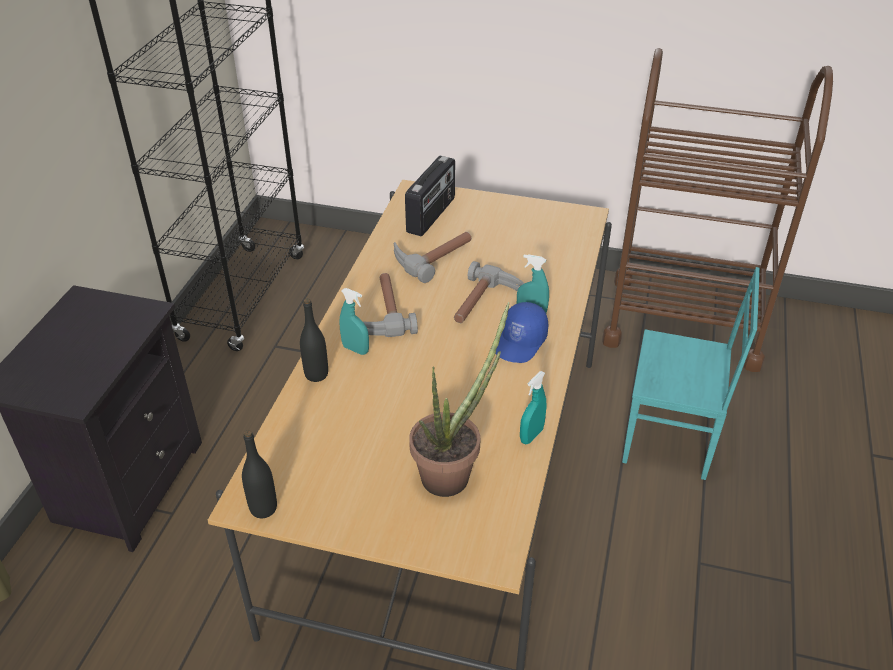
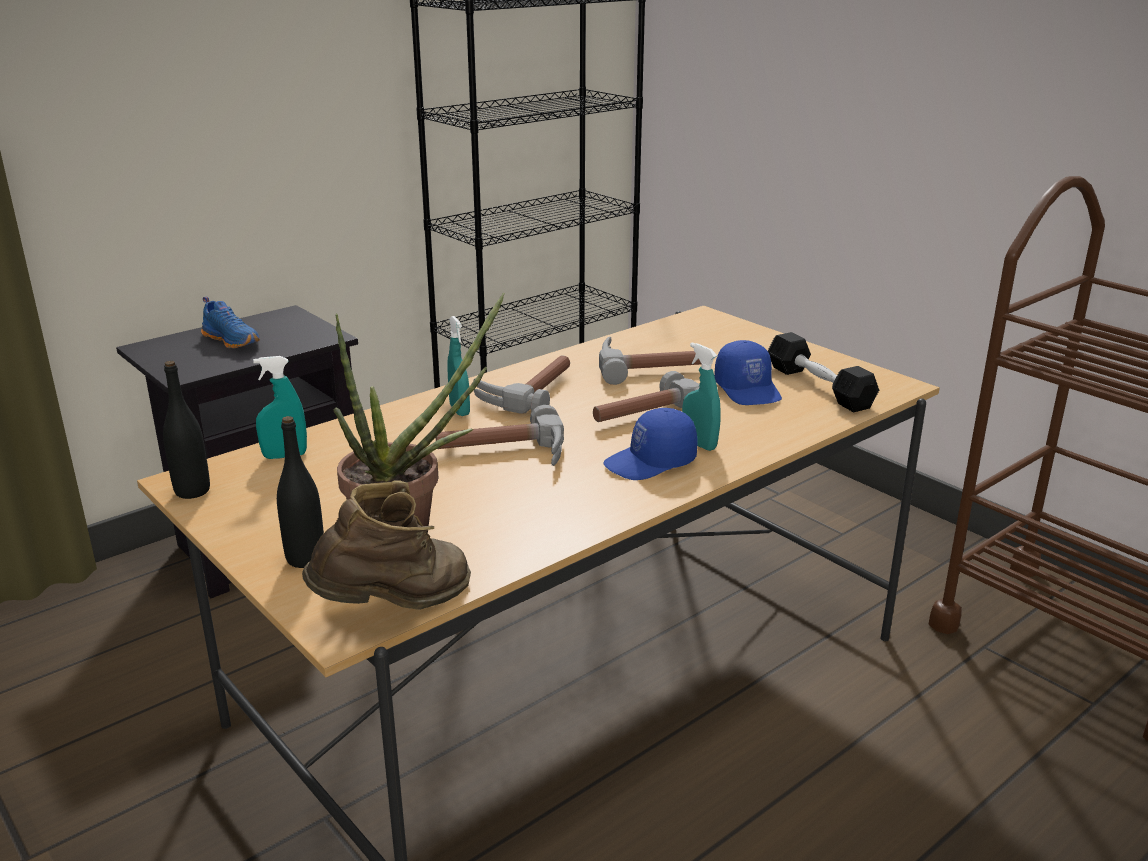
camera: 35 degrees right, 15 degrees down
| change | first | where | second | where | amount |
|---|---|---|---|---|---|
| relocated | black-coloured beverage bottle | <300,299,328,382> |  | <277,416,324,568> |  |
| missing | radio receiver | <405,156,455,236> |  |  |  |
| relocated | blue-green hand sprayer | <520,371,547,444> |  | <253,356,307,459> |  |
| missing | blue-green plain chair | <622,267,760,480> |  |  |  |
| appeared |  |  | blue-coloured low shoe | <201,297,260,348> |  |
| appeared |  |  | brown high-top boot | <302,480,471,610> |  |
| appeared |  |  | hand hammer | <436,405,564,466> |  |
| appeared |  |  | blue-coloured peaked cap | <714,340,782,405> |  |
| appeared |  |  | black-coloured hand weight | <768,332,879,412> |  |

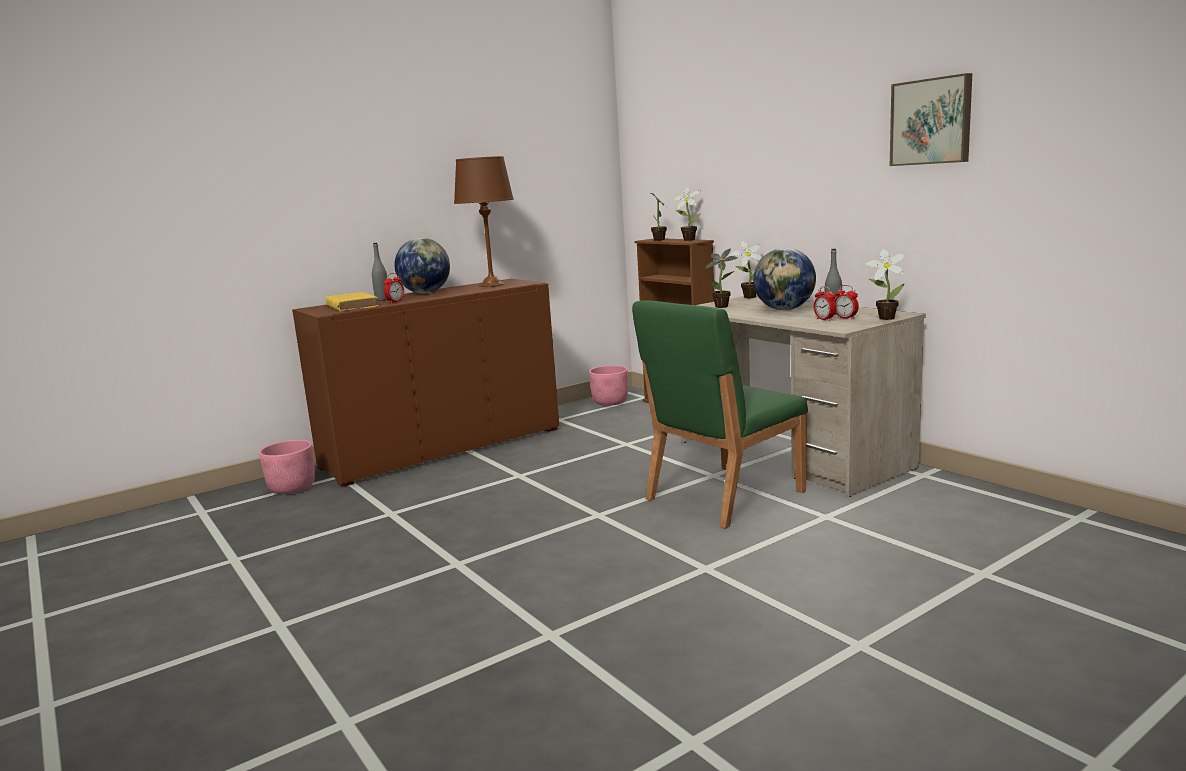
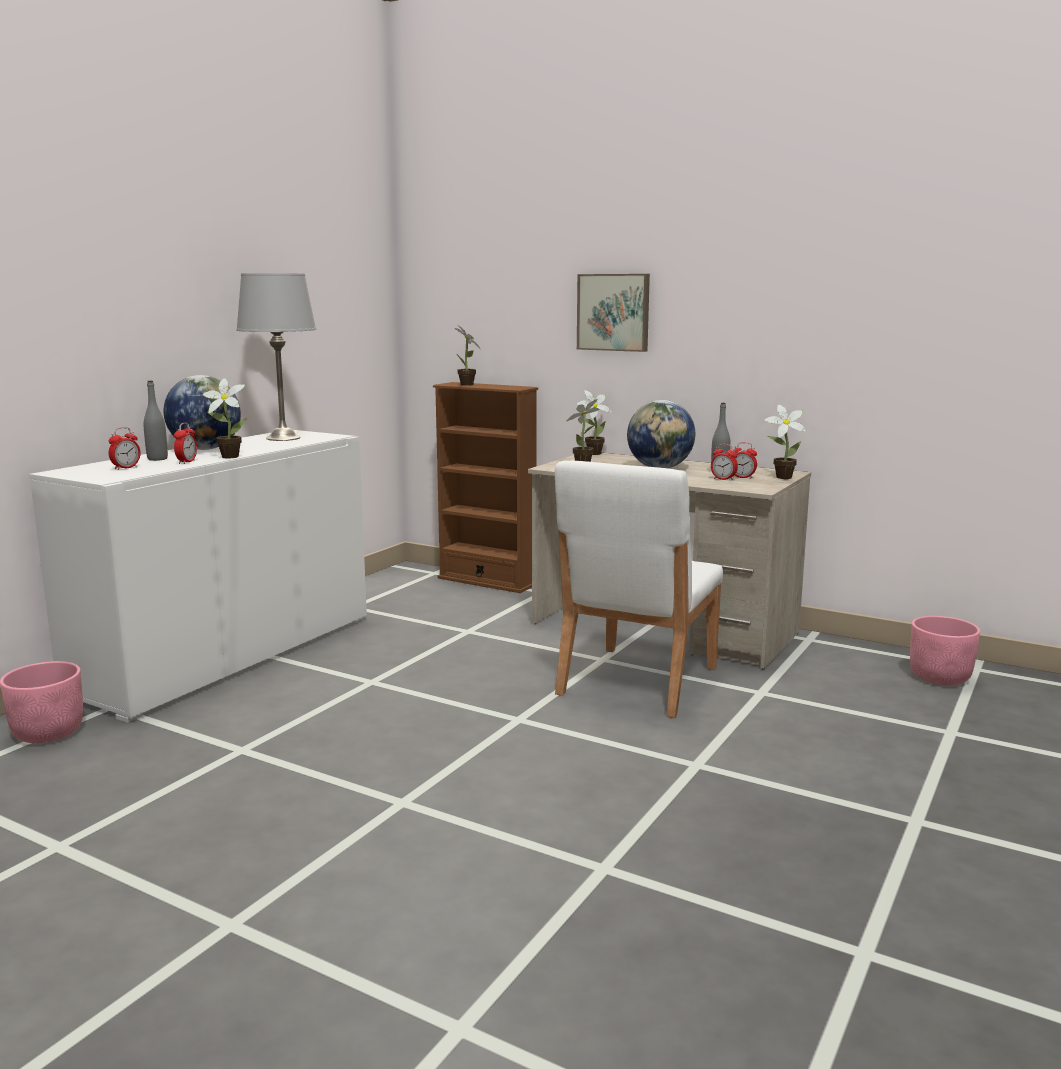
camera: 25 degrees left, 0 degrees up
| change | first | where | second | where | amount |
|---|---|---|---|---|---|
| colour | brown cupboard | <292,279,559,487> | whitish cupboard | <29,430,367,723> |  |
| exchanged | yellowish bound book | <326,292,379,311> | bedside clock | <109,427,141,470> |  |
| colour | brown tabletop lamp | <454,156,514,287> | gray tabletop lamp | <236,273,316,441> |  |
| relocated | pink-coloured flower pot | <589,365,628,406> |  | <910,616,980,686> |  |
| colour | green-coloured plain chair | <632,300,808,529> | whitish plain chair | <555,461,723,718> |  |
| relocated | houseplant | <673,187,701,241> |  | <203,378,247,458> |  |
| relocated | wall art | <890,73,972,166> |  | <577,274,650,352> |  |

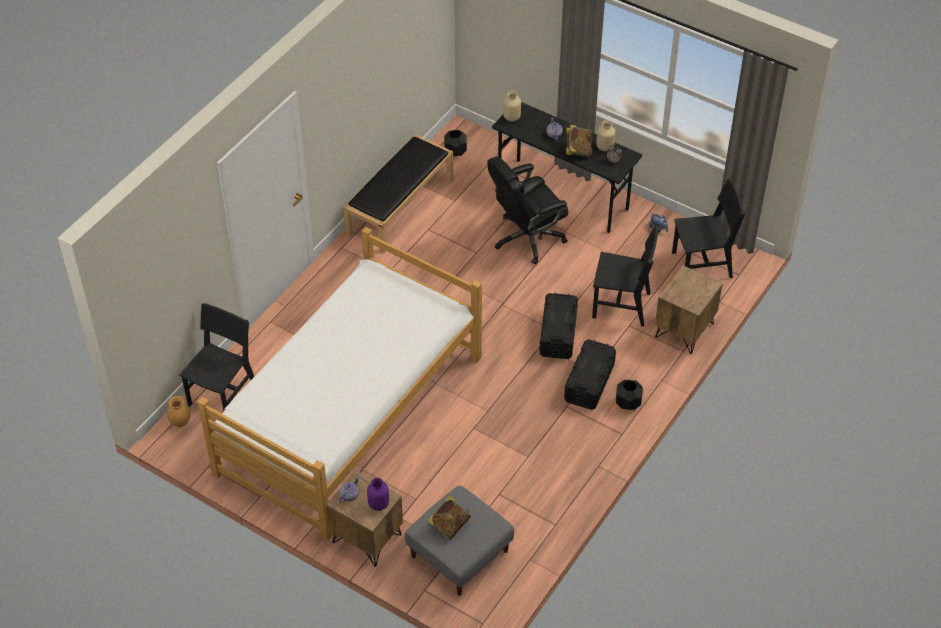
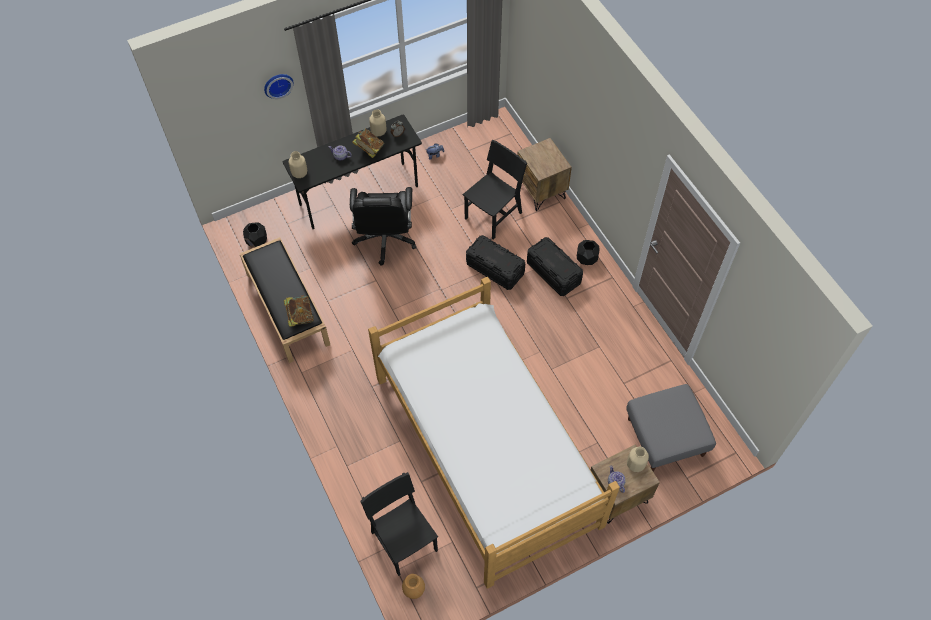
camera: 60 degrees left, 10 degrees up
| change | first | where | second | where | amount |
|---|---|---|---|---|---|
| colour | purple-coloured vase | <367,478,389,511> | sand-coloured vase | <627,447,649,472> |  |
| relocated | bound book | <427,495,471,540> |  | <284,295,314,327> |  |
| missing | black-coloured plain chair | <672,178,745,278> |  |  |  |
| appeared |  |  | wall clock | <264,74,294,99> |  |

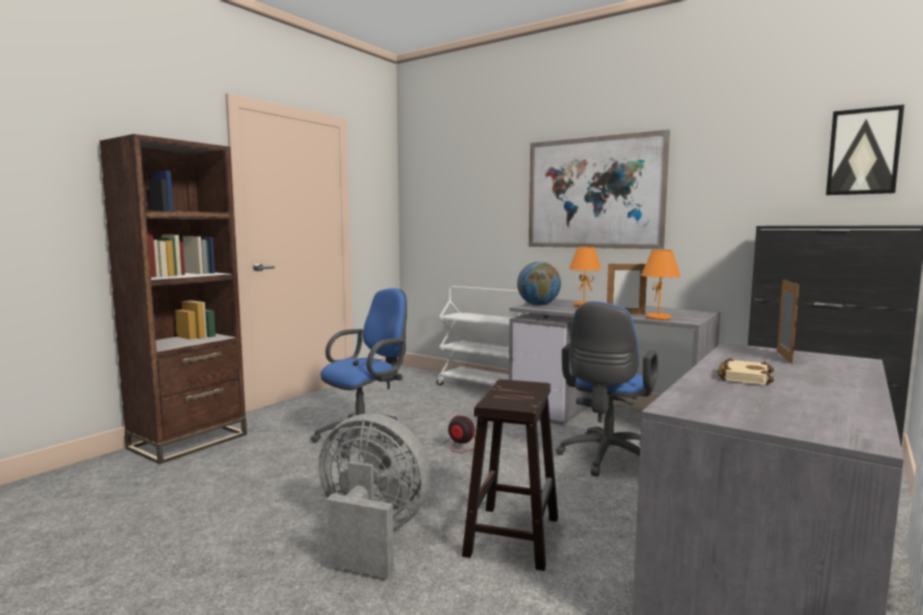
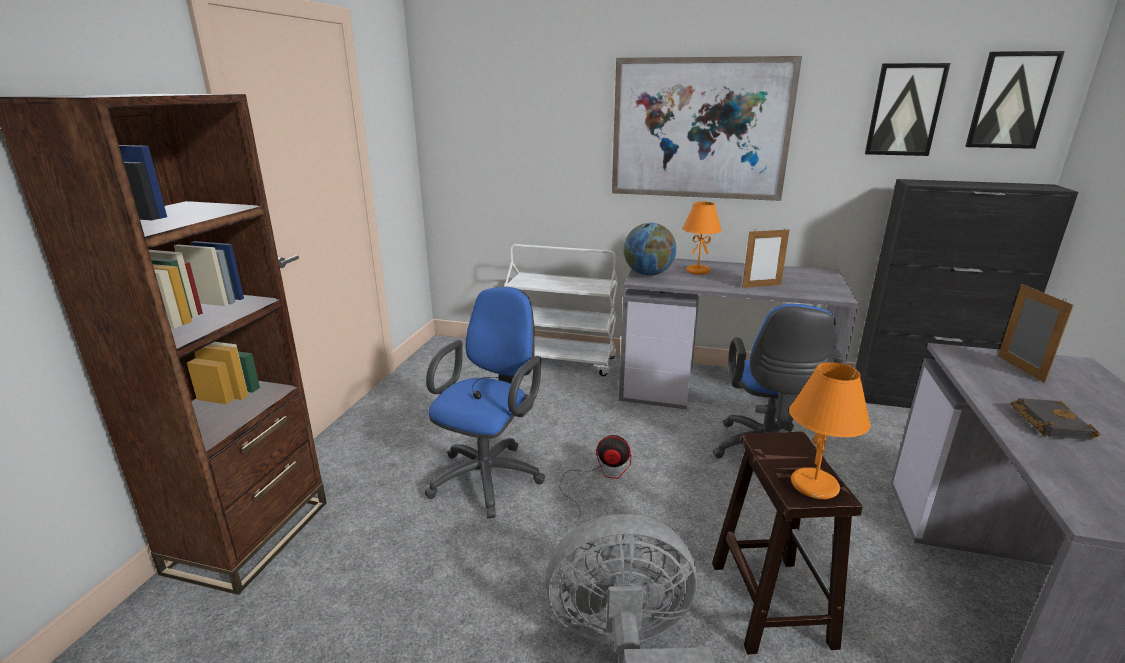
camera: 20 degrees left, 15 degrees up
| change | first | where | second | where | amount |
|---|---|---|---|---|---|
| relocated | orangey tabletop lamp | <641,250,681,320> |  | <789,362,871,499> |  |
| colour | sand-coloured bound book | <718,358,774,385> | black-coloured bound book | <1010,398,1100,440> |  |
| appeared |  |  | wall art | <865,63,950,156> |  |

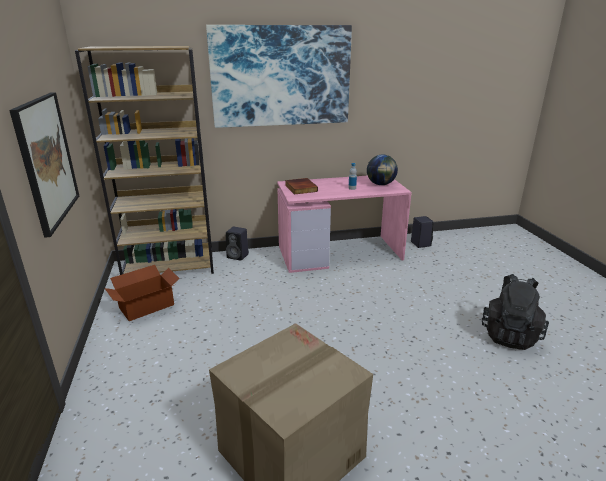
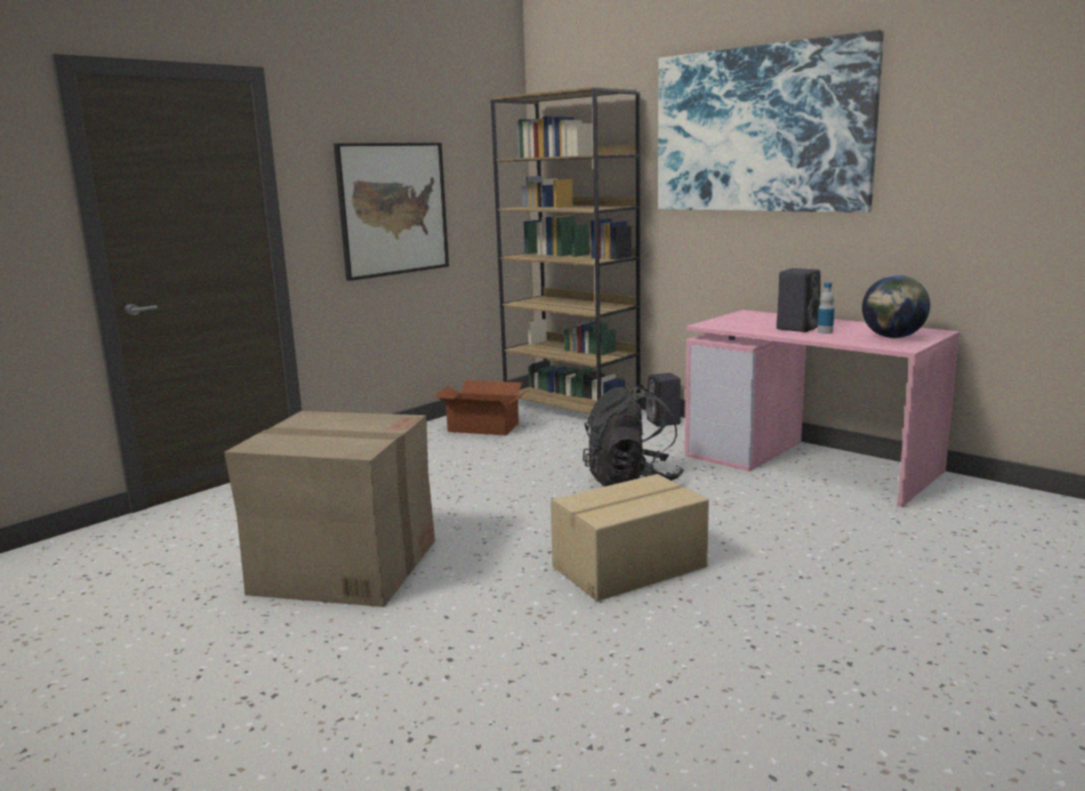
camera: 55 degrees right, 10 degrees down
| change | first | where | second | where | amount |
|---|---|---|---|---|---|
| missing | bound book | <285,178,318,195> |  |  |  |
| relocated | black-coloured speaker | <411,216,434,248> |  | <776,268,821,332> |  |
| relocated | black-coloured rucksack | <482,274,549,350> |  | <583,385,684,486> |  |
| appeared |  |  | carton | <551,474,709,601> |  |

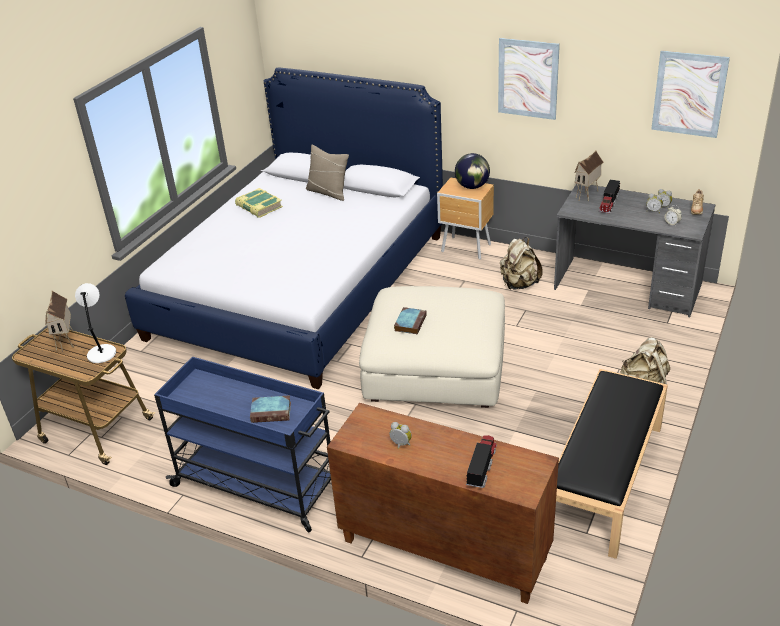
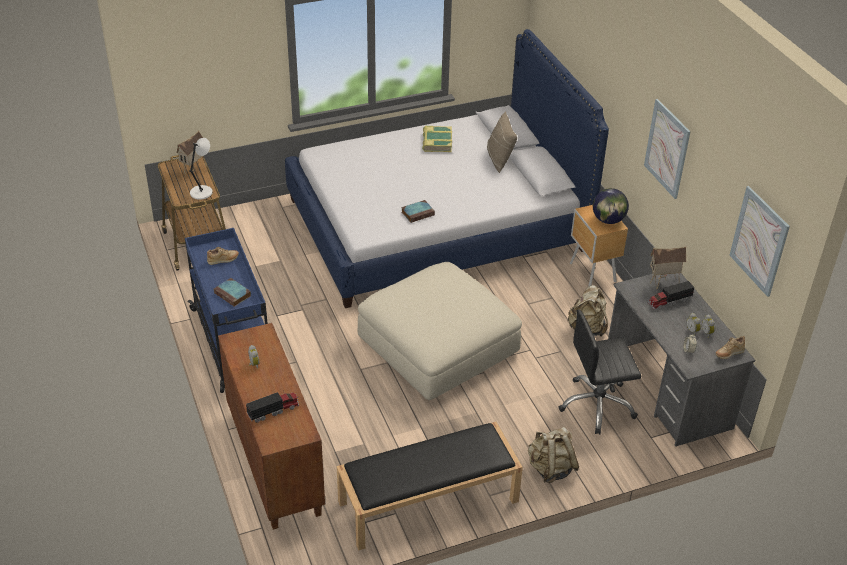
camera: 40 degrees right, 5 degrees up
| change | first | where | second | where | amount |
|---|---|---|---|---|---|
| relocated | bound book | <394,307,427,334> |  | <401,200,435,223> |  |
| appeared |  |  | sand-coloured low shoe | <207,247,239,265> |  |
| appeared |  |  | black-coloured desk chair | <558,309,642,434> |  |

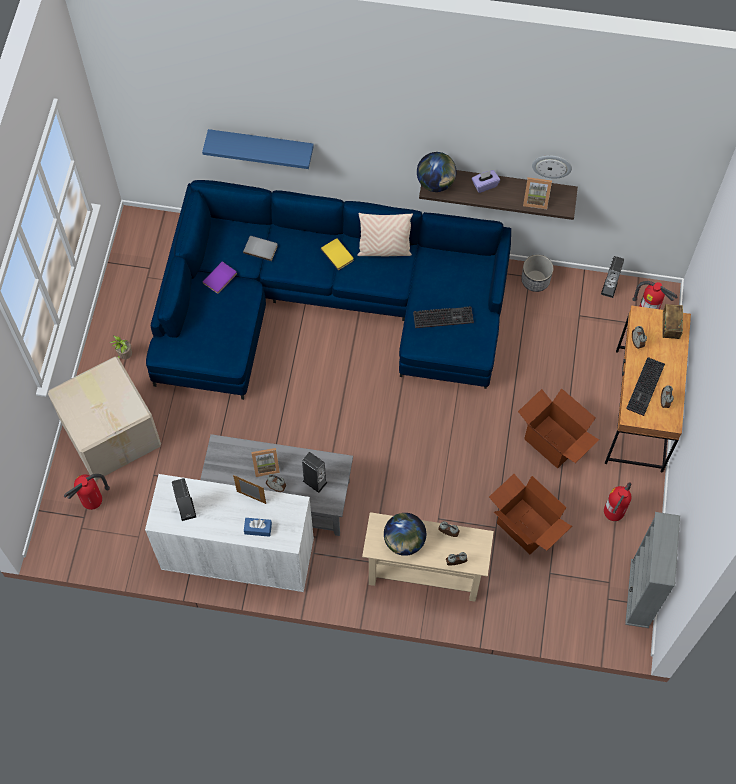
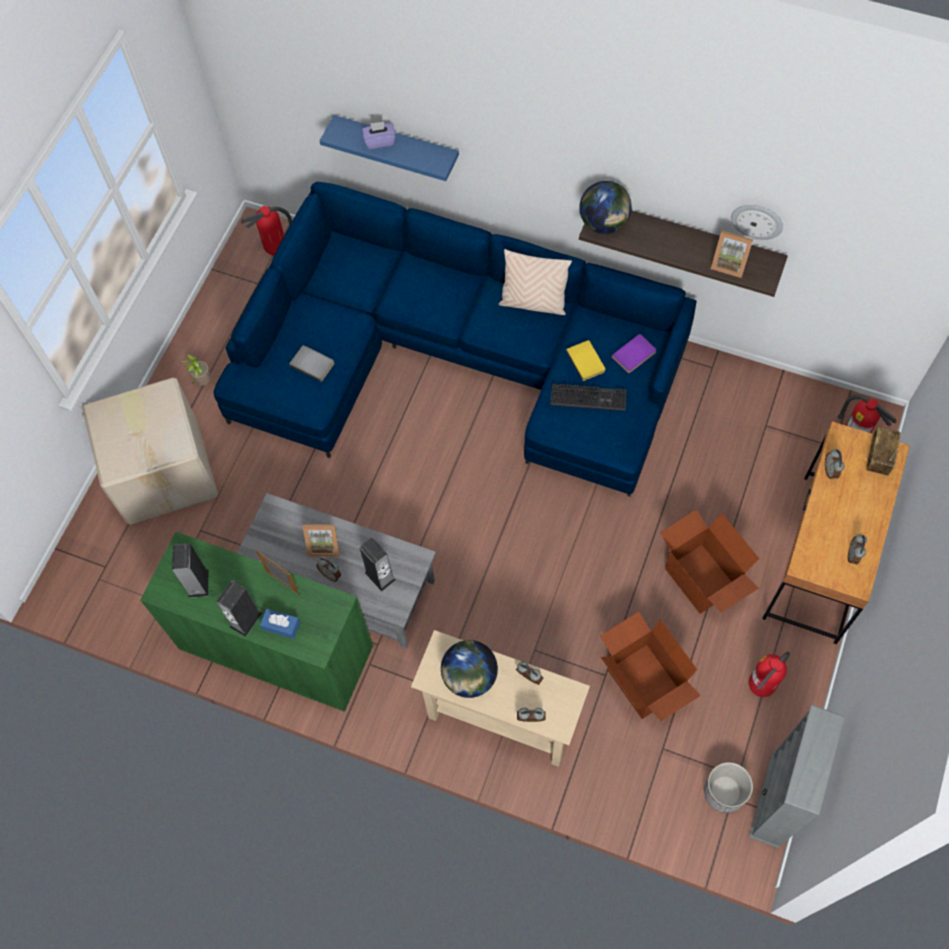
camera: 15 degrees right, 0 degrees up
| change | first | where | second | where | amount |
|---|---|---|---|---|---|
| relocated | fire-fighting cylinder | <64,474,110,510> |  | <241,206,292,256> |  |
| colour | whitish cupboard | <145,474,314,592> | green-coloured cupboard | <140,532,373,712> |  |
| relocated | purple-coloured bound book | <203,261,237,294> |  | <611,334,656,373> |  |
| relocated | gray bound book | <243,236,278,261> |  | <289,345,334,382> |  |
| relocated | yellowish bound book | <321,238,354,270> |  | <566,340,605,381> |  |
| relocated | purple-coloured box of tissues | <472,170,500,193> |  | <362,122,396,149> |  |
| relocated | flower pot | <521,255,553,292> |  | <704,762,753,813> |  |
| relocated | speaker | <601,256,624,298> |  | <216,580,262,637> |  |
| missing | computer keyboard | <626,357,665,416> |  |  |  |

